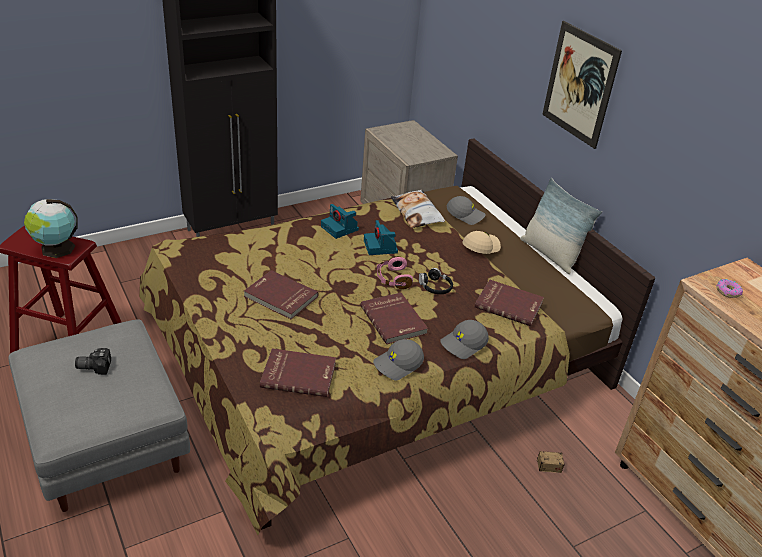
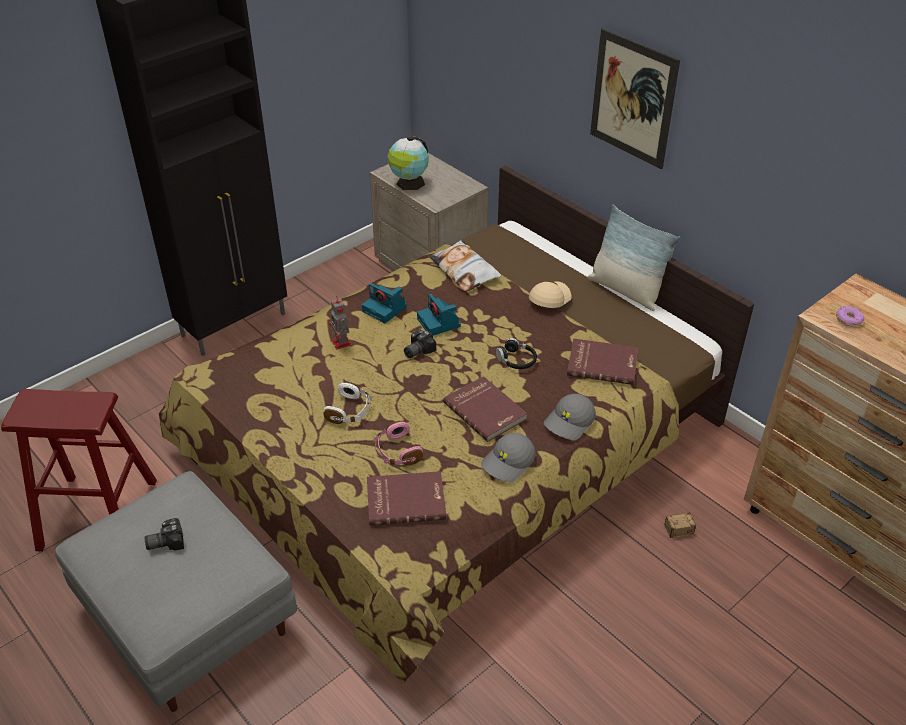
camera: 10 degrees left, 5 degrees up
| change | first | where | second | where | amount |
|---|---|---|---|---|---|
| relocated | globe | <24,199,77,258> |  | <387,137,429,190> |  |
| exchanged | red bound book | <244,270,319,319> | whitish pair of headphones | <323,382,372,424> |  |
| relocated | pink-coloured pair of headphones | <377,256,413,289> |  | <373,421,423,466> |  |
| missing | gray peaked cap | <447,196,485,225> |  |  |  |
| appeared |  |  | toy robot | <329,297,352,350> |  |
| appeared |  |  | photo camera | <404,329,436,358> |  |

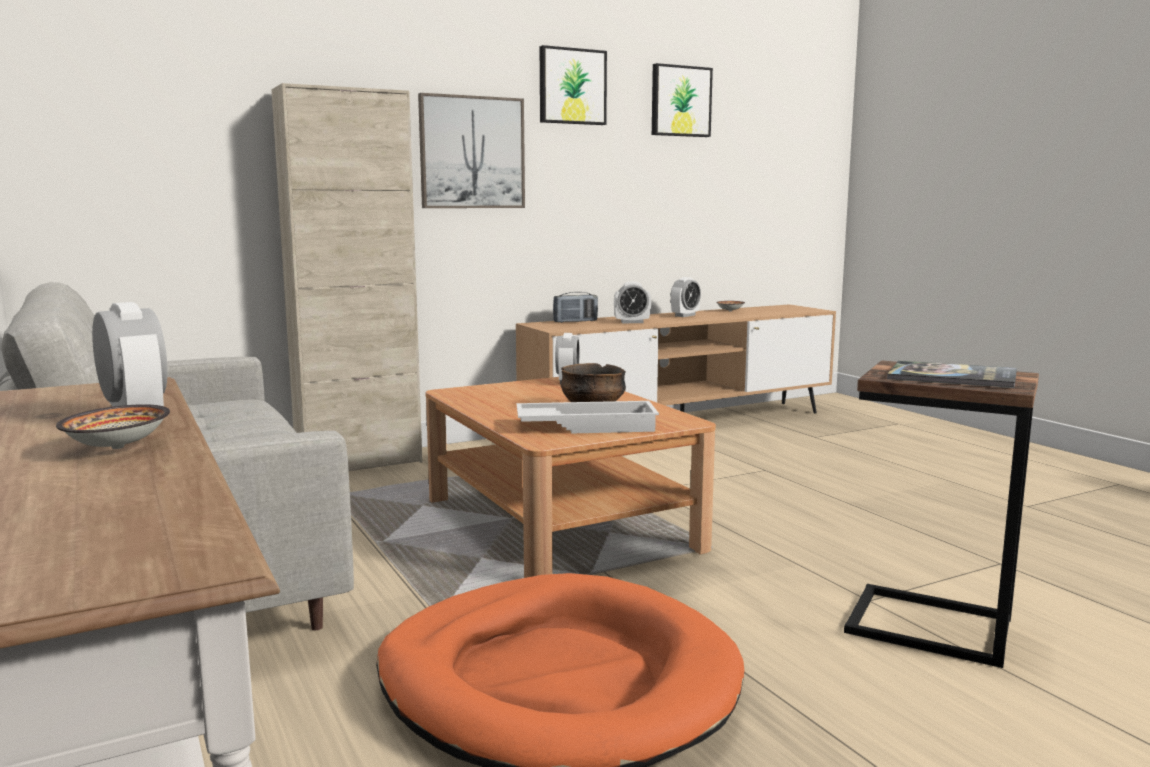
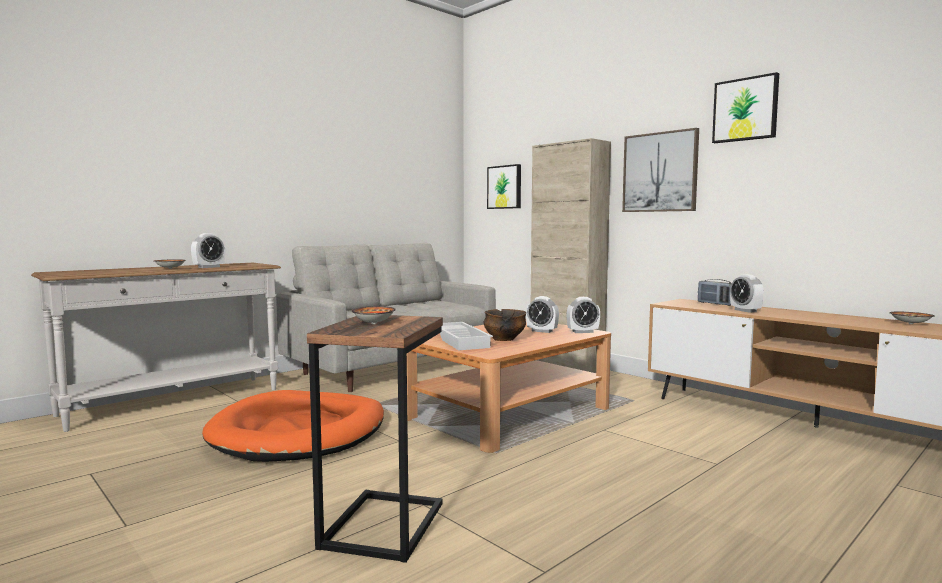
camera: 75 degrees right, 5 degrees down
| change | first | where | second | where | amount |
|---|---|---|---|---|---|
| relocated | wall art | <652,63,713,137> |  | <487,164,521,209> |  |
| relocated | bedside clock | <671,277,701,317> |  | <526,296,559,333> |  |
| exchanged | bound book | <887,361,1017,388> | serving bowl | <352,306,396,324> |  |

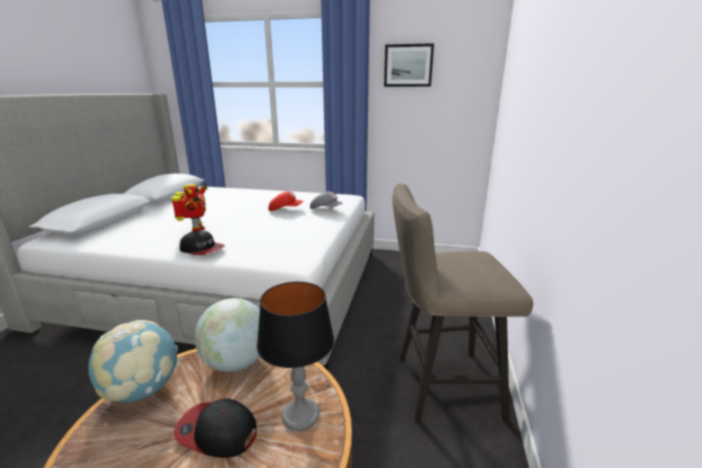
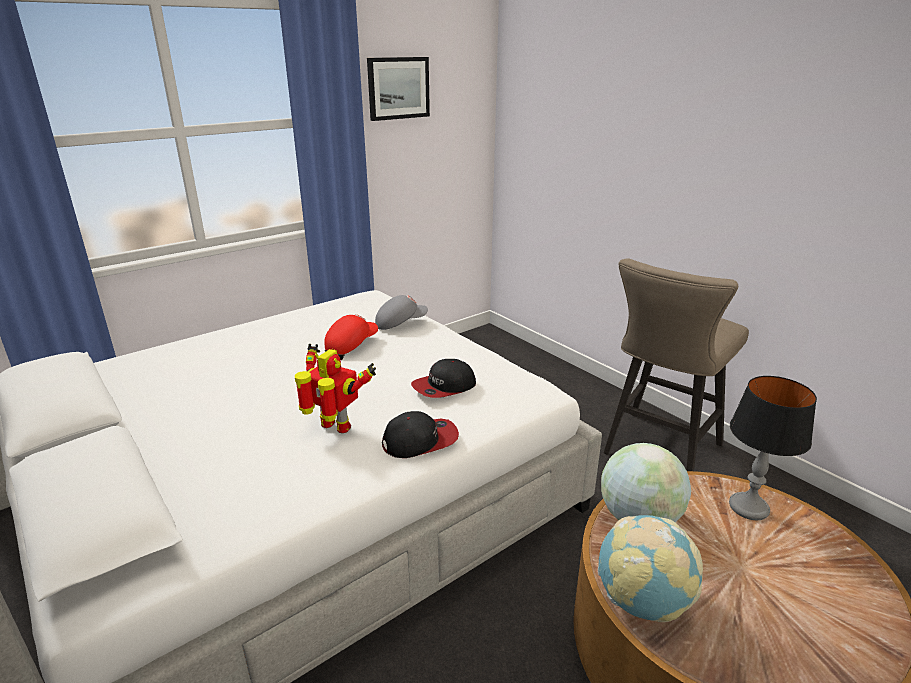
camera: 50 degrees left, 5 degrees up
| change | first | where | second | where | amount |
|---|---|---|---|---|---|
| relocated | peaked cap | <174,399,257,458> |  | <411,359,476,398> |  |

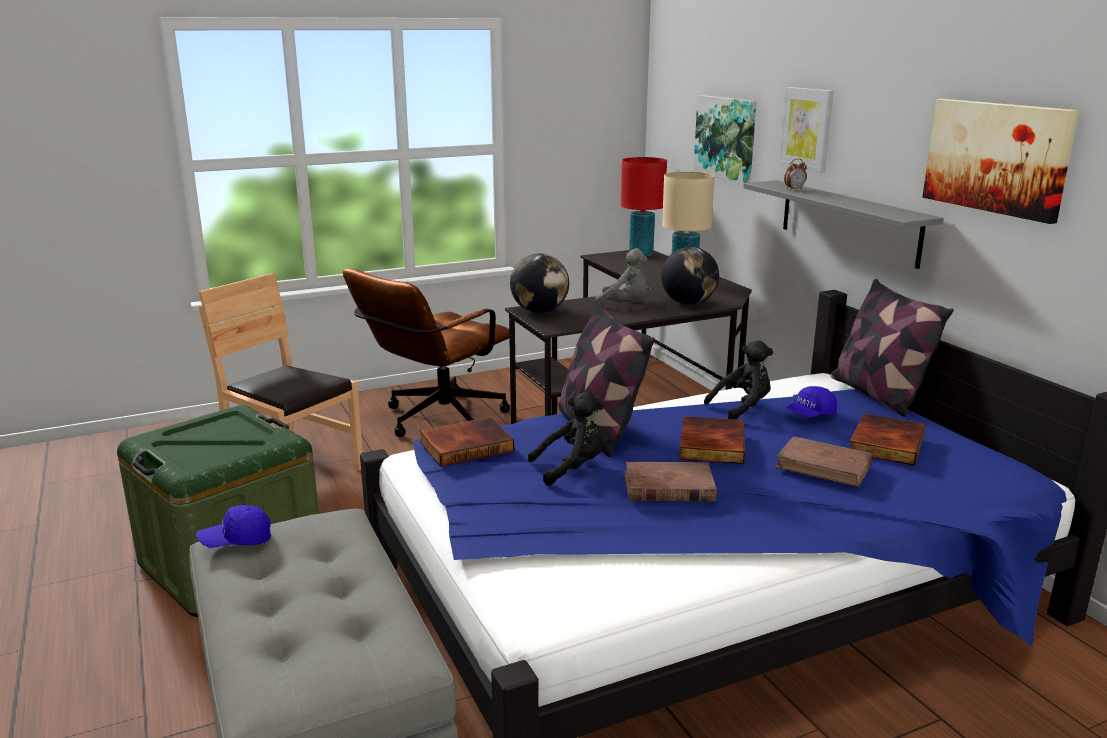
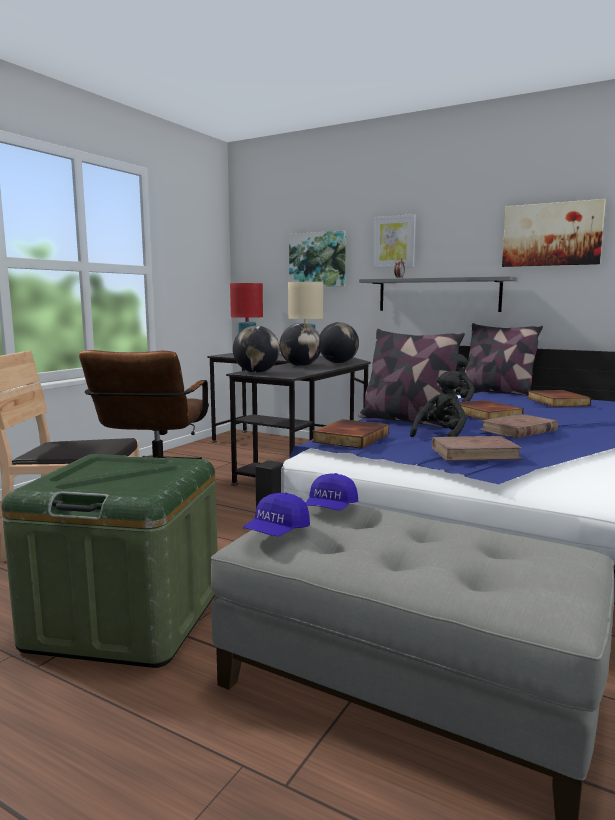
camera: 35 degrees left, 10 degrees down
| change | first | where | second | where | amount |
|---|---|---|---|---|---|
| exchanged | gray cuddly toy | <594,248,647,306> | globe | <279,323,322,366> |  |
| relocated | brown bound book | <776,436,872,487> |  | <432,436,523,461> |  |
| relocated | blue-coloured peaked cap | <785,386,837,417> |  | <306,473,358,510> |  |

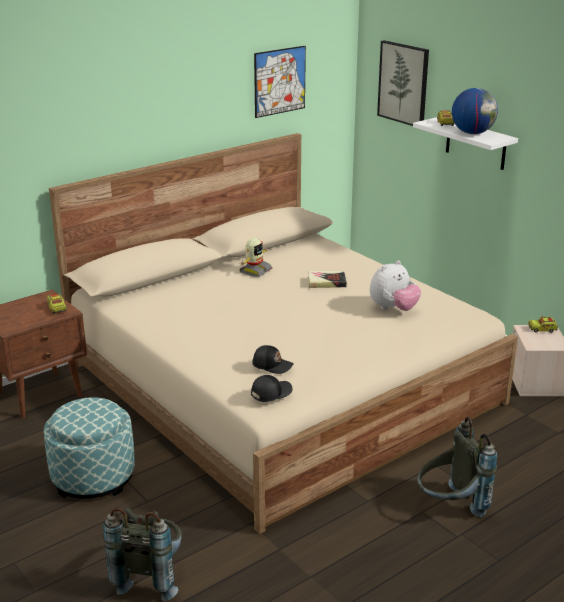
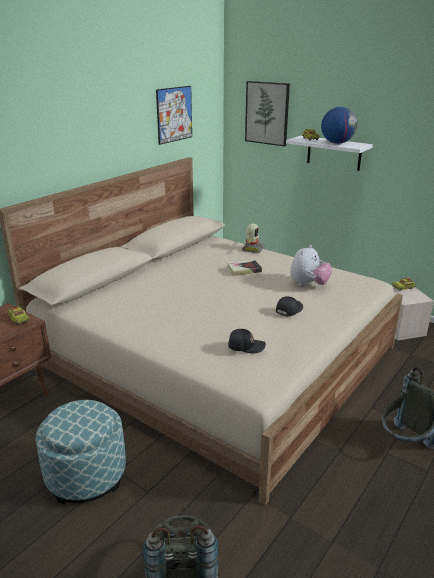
camera: 15 degrees left, 0 degrees up
| change | first | where | second | where | amount |
|---|---|---|---|---|---|
| relocated | toy robot | <240,238,273,277> |  | <242,223,264,253> |  |
| relocated | black-coloured peaked cap | <251,375,293,402> |  | <276,296,303,316> |  |

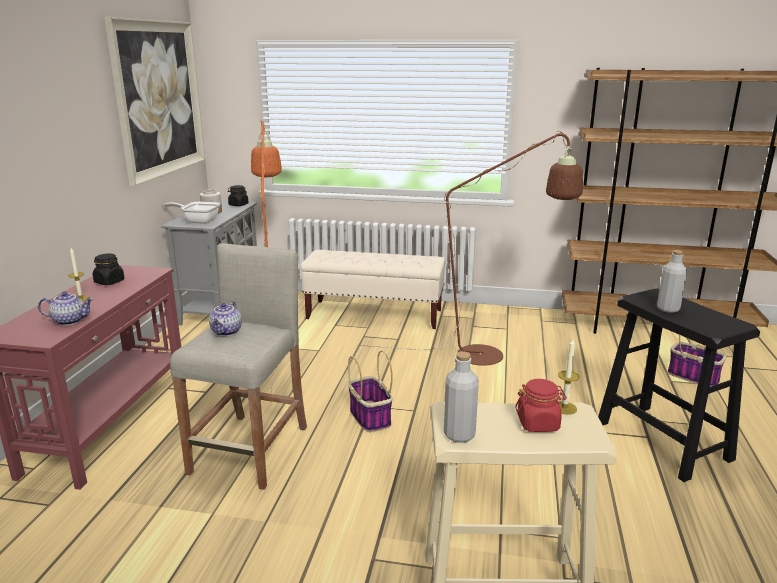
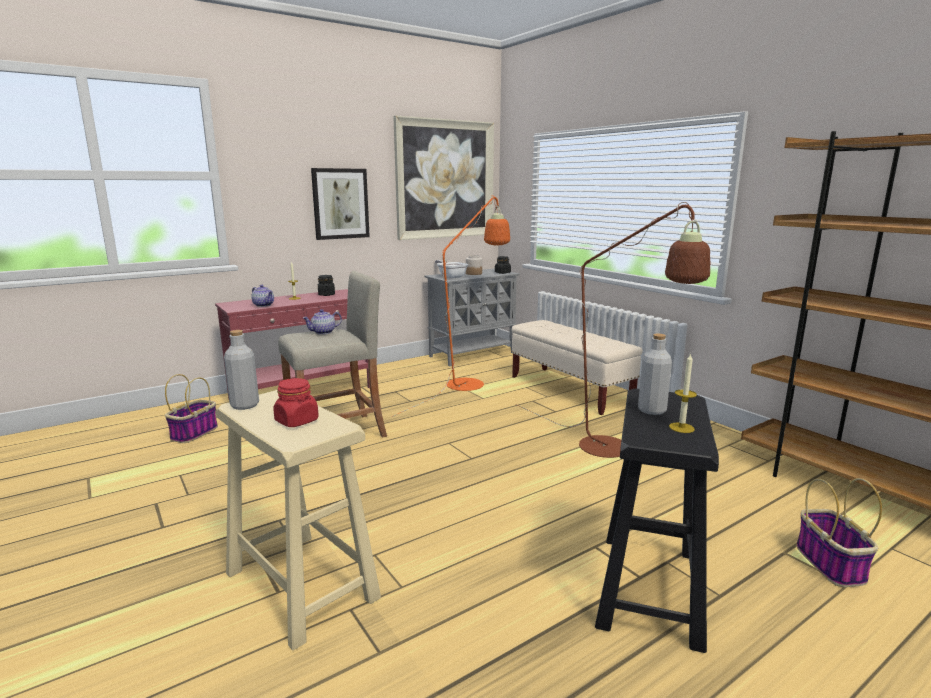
camera: 45 degrees right, 5 degrees down
| change | first | where | second | where | amount |
|---|---|---|---|---|---|
| relocated | household basket | <348,350,393,432> |  | <165,374,218,443> |  |
| relocated | wax light | <558,339,579,415> |  | <669,353,697,433> |  |
| appeared |  |  | wall art | <311,168,370,240> |  |

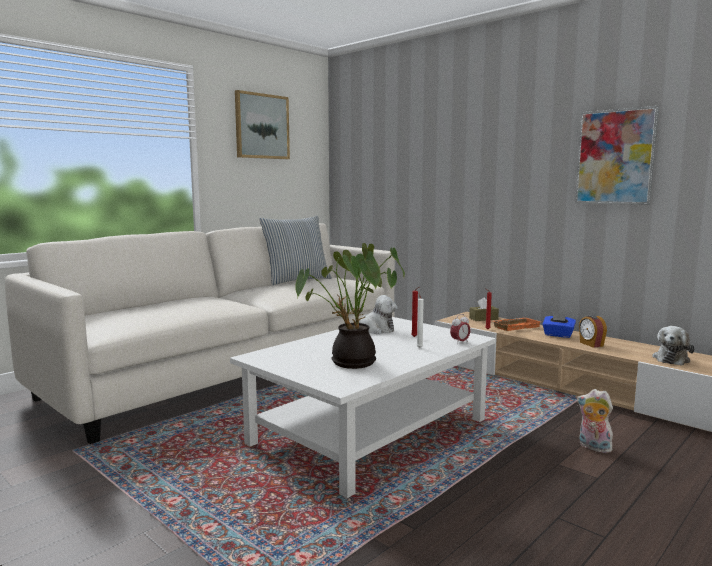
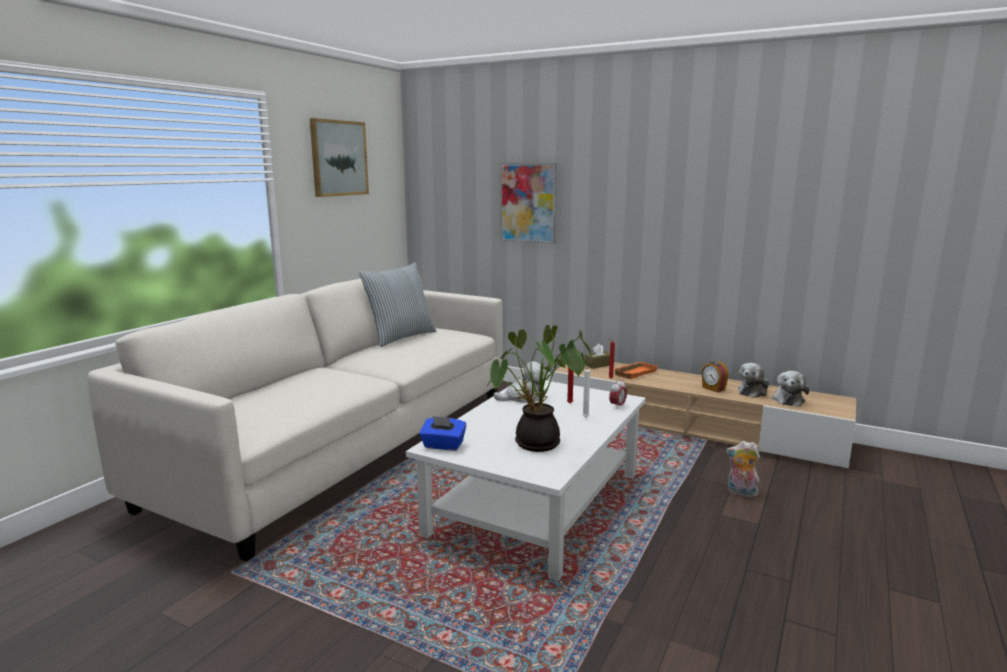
camera: 15 degrees left, 5 degrees up
| change | first | where | second | where | amount |
|---|---|---|---|---|---|
| relocated | blue-coloured box of tissues | <542,313,576,338> |  | <419,416,467,451> |  |
| relocated | wall art | <575,106,659,205> |  | <501,163,557,244> |  |
| appeared |  |  | cuddly toy | <738,363,769,398> |  |

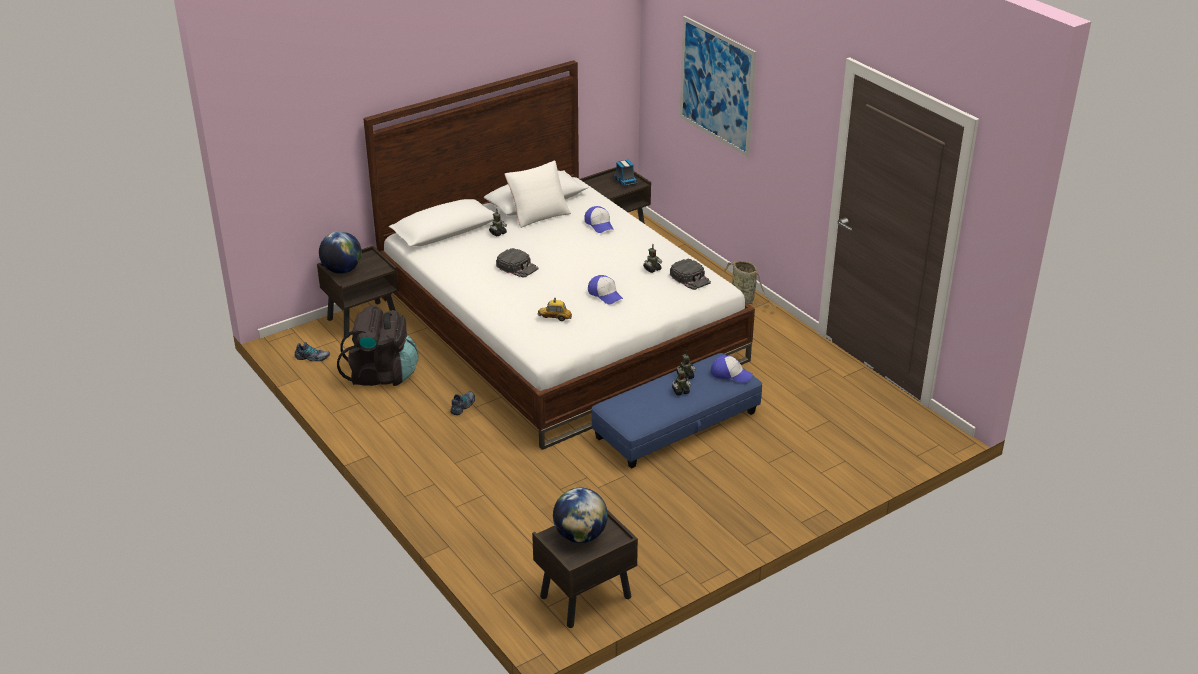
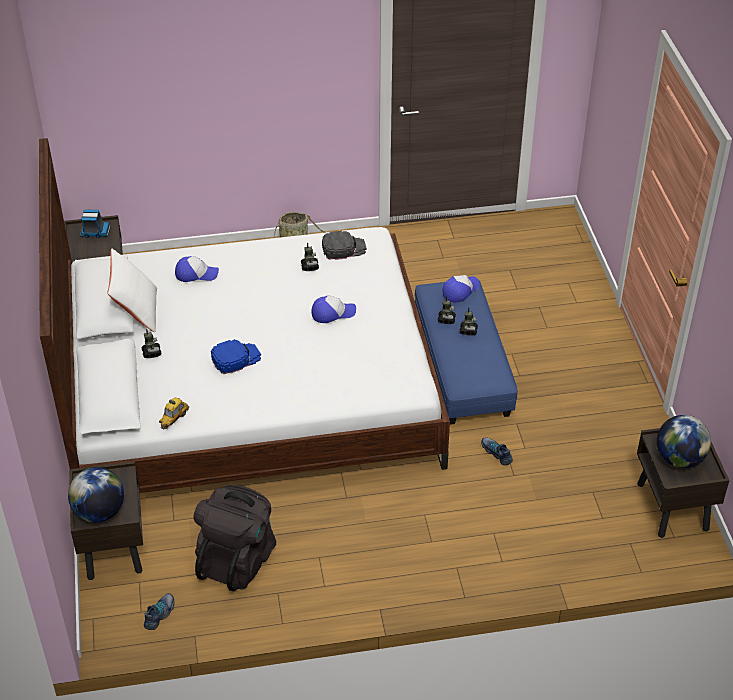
camera: 65 degrees left, 10 degrees up
| change | first | where | second | where | amount |
|---|---|---|---|---|---|
| relocated | low shoe | <450,391,475,415> |  | <481,437,513,465> |  |
| colour | black-coloured peaked cap | <496,248,538,278> | blue-coloured peaked cap | <211,339,261,374> |  |
| relocated | toy car | <538,298,572,321> |  | <159,398,189,430> |  |
| missing | wall art | <680,16,756,157> |  |  |  |

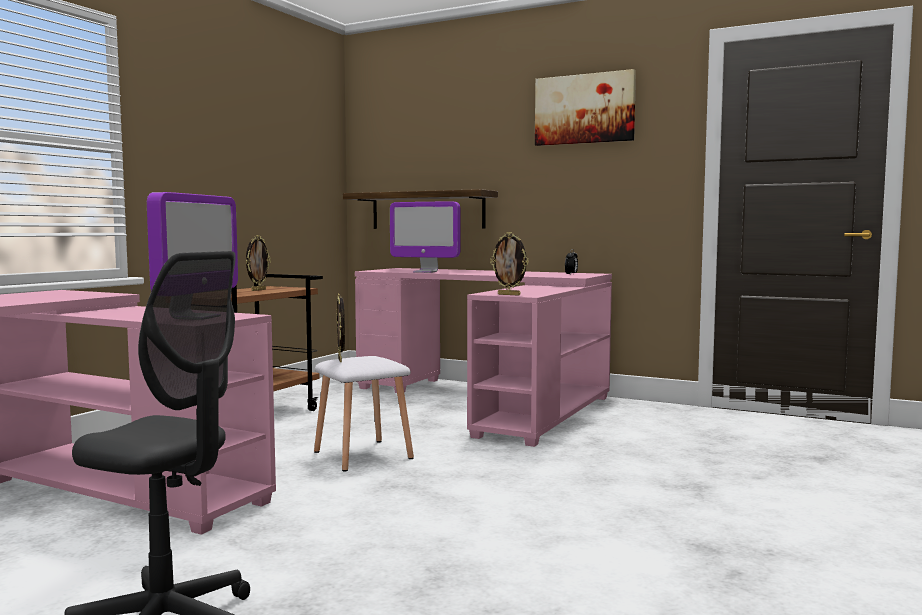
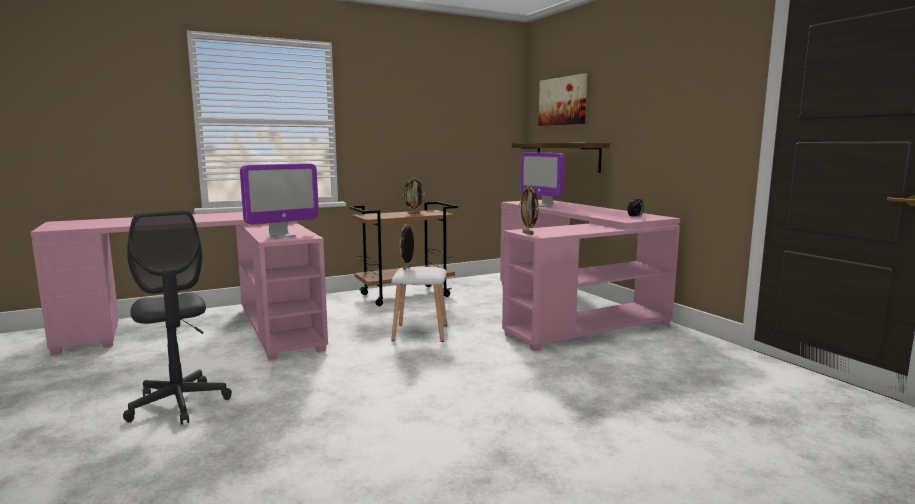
camera: 35 degrees right, 5 degrees up
| change | first | where | second | where | amount |
|---|---|---|---|---|---|
| relocated | wall art | <535,69,636,146> |  | <539,74,587,126> |  |

